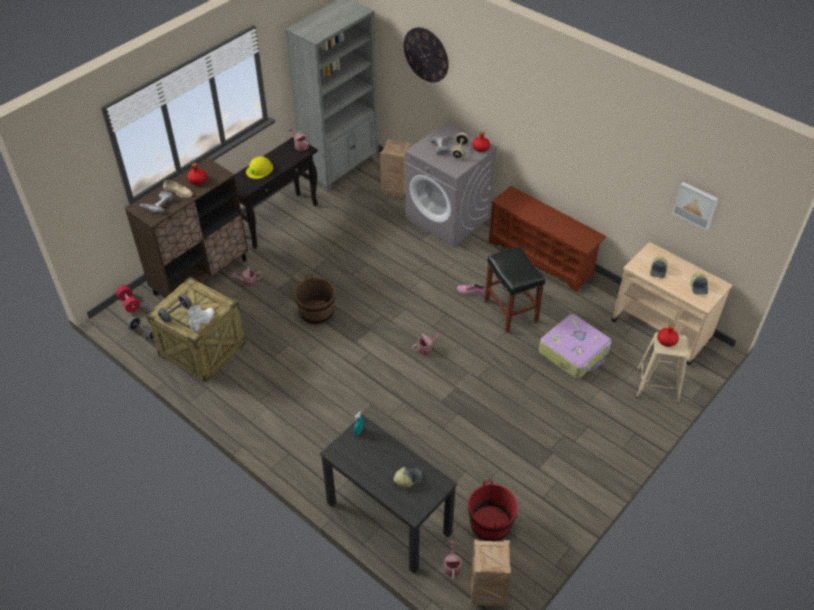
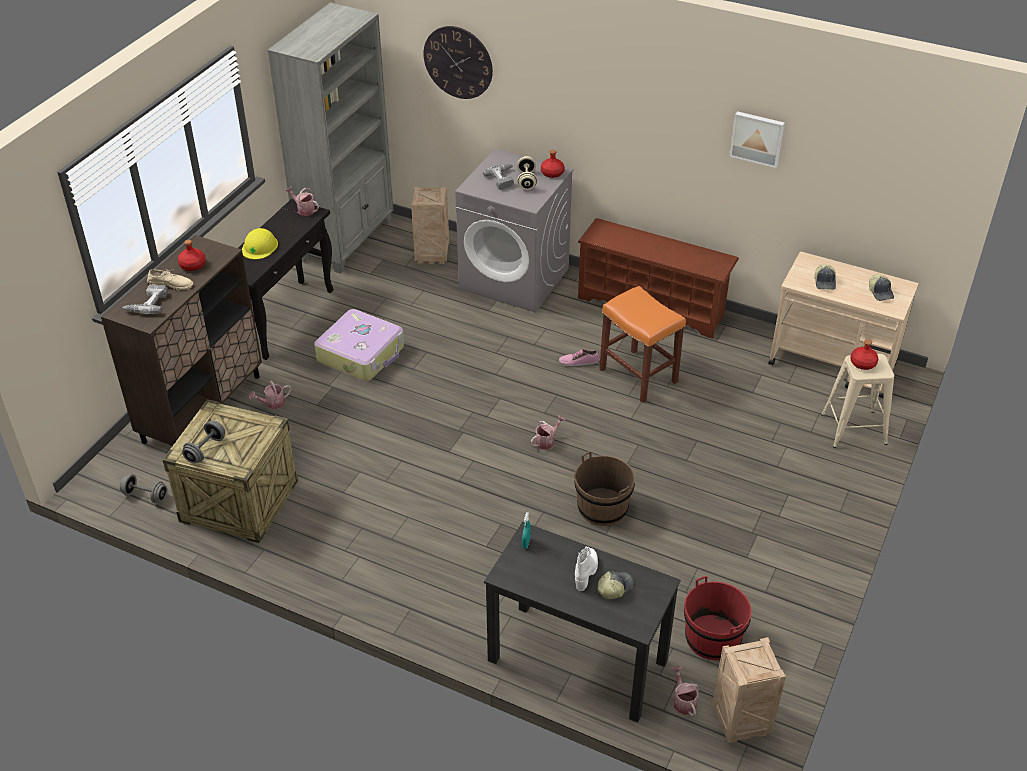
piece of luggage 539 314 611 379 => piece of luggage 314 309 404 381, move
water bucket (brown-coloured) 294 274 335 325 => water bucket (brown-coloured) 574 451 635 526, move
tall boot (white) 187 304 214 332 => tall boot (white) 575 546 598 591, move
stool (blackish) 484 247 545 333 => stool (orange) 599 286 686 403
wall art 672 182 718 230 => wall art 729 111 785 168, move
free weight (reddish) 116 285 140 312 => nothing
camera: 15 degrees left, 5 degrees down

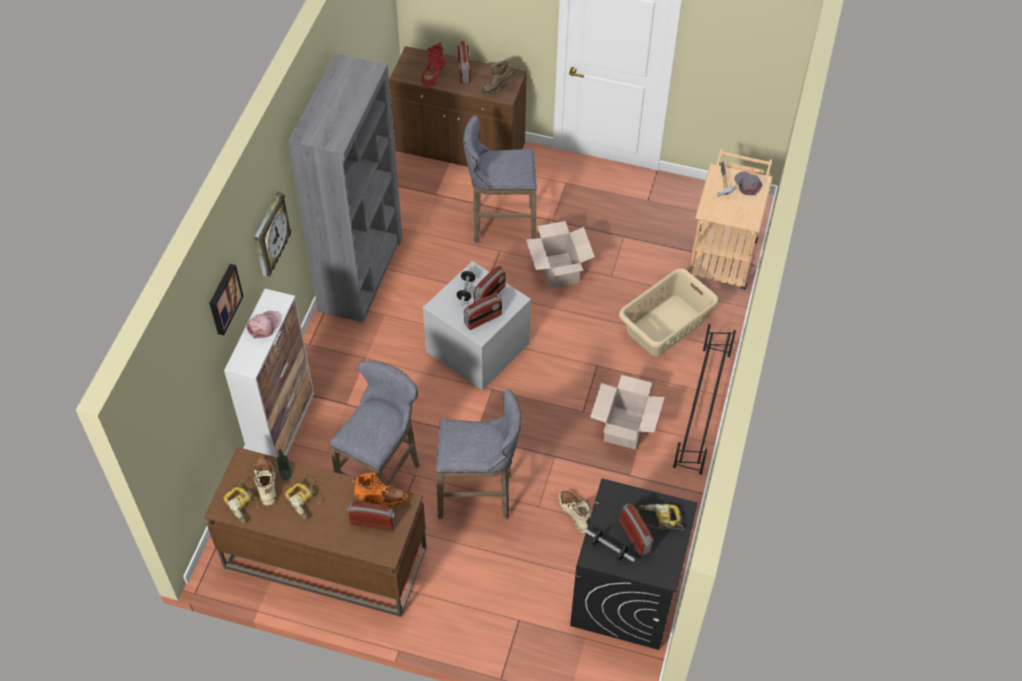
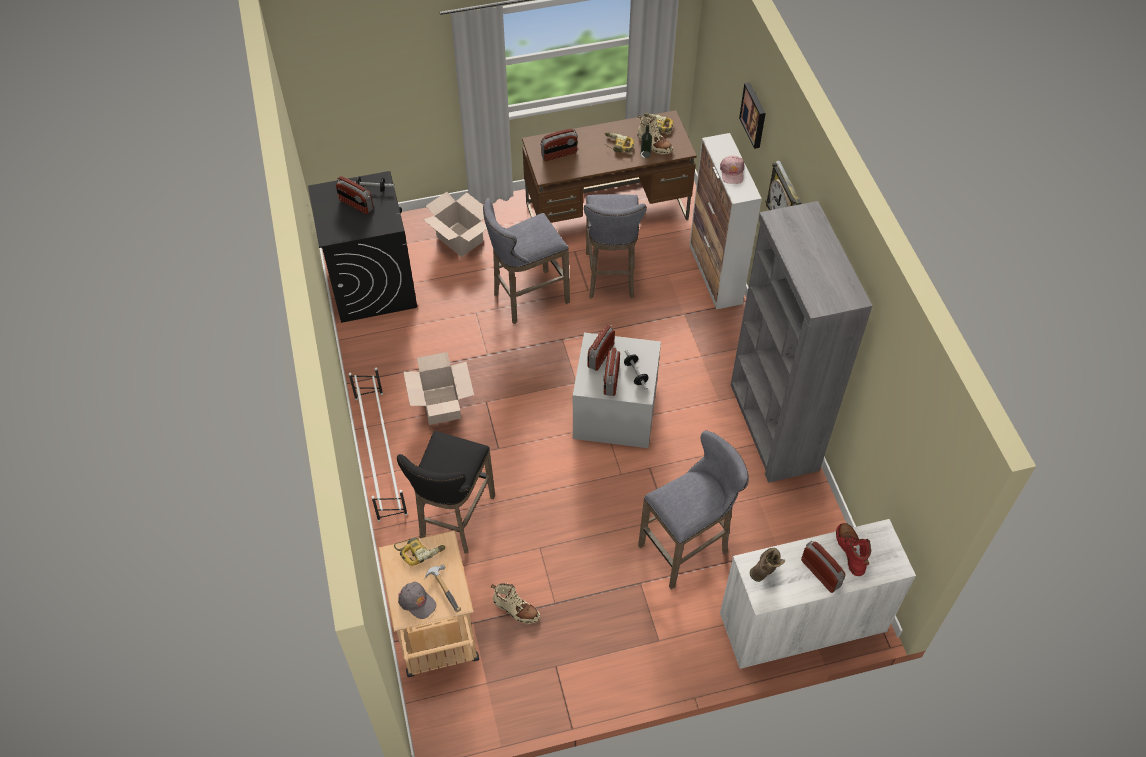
shoe stand (blackish) 673 324 736 474 => shoe stand (white) 349 368 408 522
drill 638 504 684 530 => drill 394 534 445 566, move
laundry basket (beige) 619 269 718 357 => stool (blackish) 397 431 495 554
packing box 526 221 595 288 => packing box 423 192 487 257, move
tall boot (beige) 559 491 591 533 => tall boot (beige) 490 583 540 624, move
cabinet (brown-coloured) 389 46 527 167 => cabinet (white) 720 519 916 669
tall boot (orange) 351 471 408 507 => nothing
camera: 150 degrees right, 0 degrees up

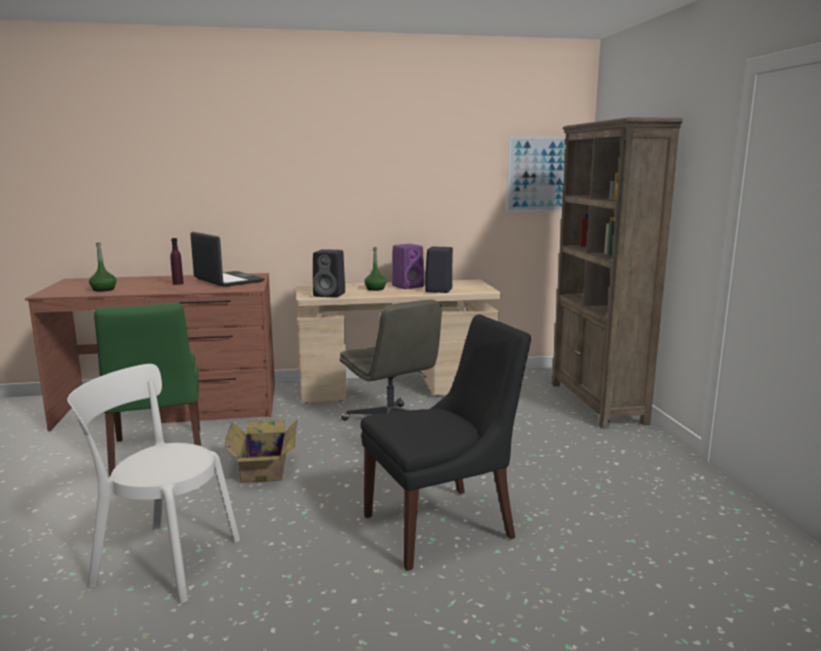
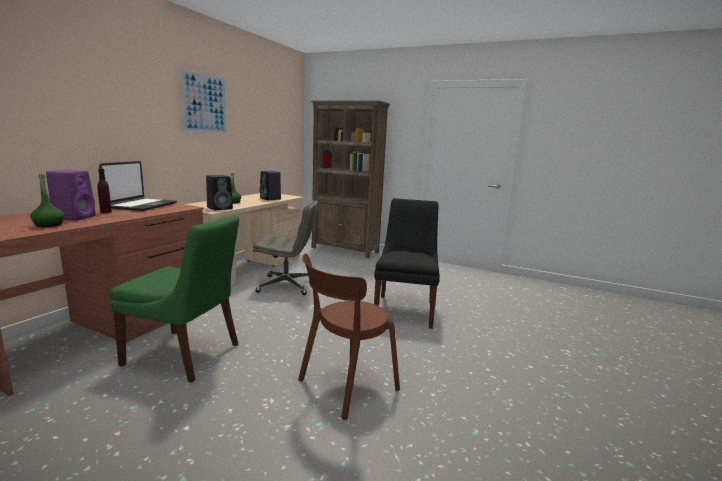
speaker (purple) 392 244 424 289 => speaker (purple) 46 170 96 221, move
portable computer 190 232 265 287 => portable computer 99 161 177 211, 105 degrees clockwise
wall art 506 136 566 212 => wall art 179 68 228 134, move
plain chair (white) 67 364 240 603 => plain chair (brown-coloured) 298 253 400 420
packing box 225 419 298 483 => nothing
camera: 55 degrees left, 0 degrees up

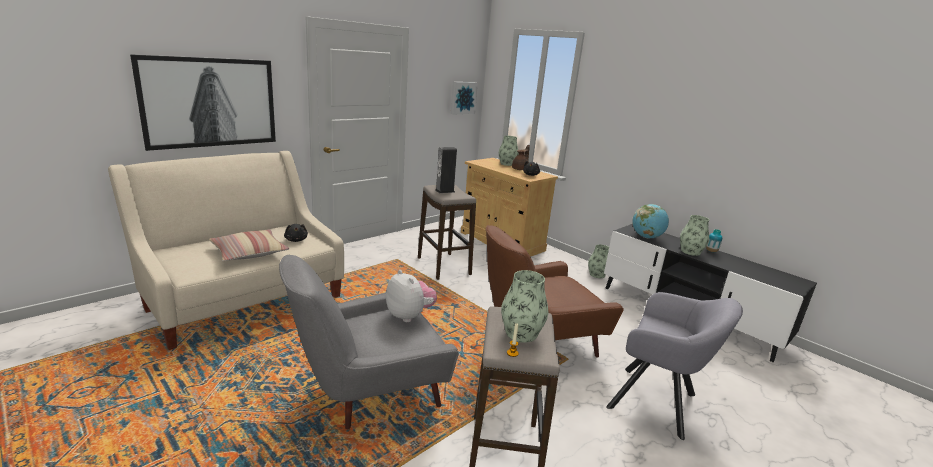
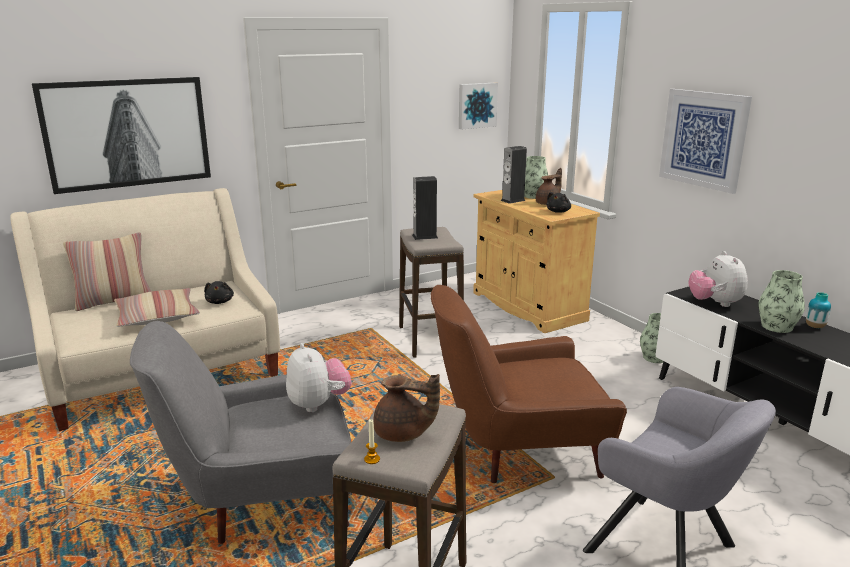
nothing => cushion 63 233 151 311
decorative vase 501 270 548 343 => tea pot (brown-coloured) 373 374 440 442
nothing => speaker 501 146 527 204
nothing => wall art 659 89 752 194
globe 632 204 669 238 => plush toy 688 251 748 307
camera: 15 degrees right, 0 degrees up

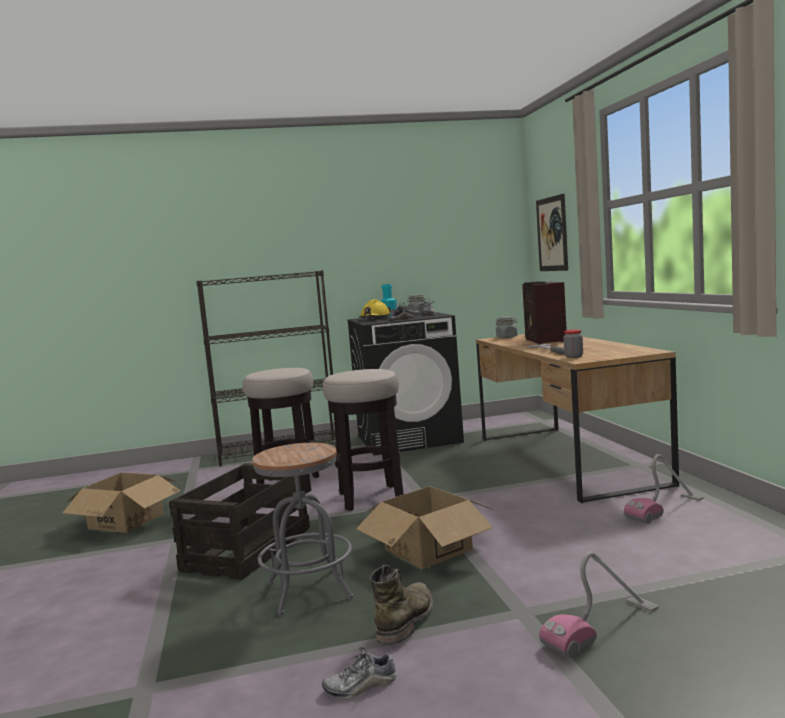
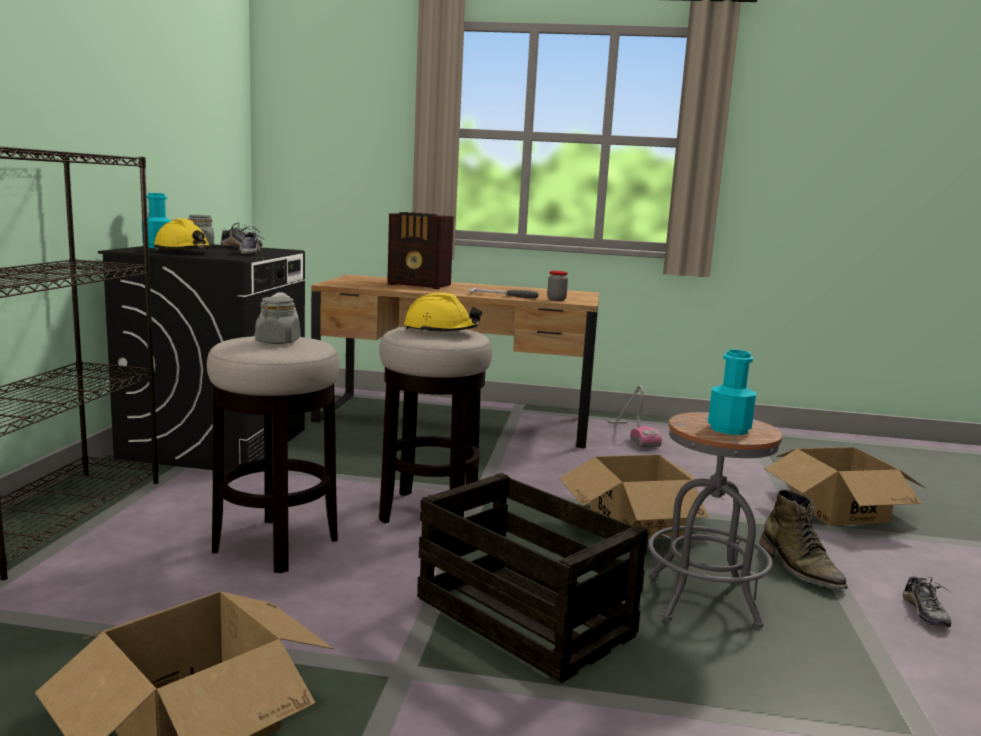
preserve jar (greyish) 496 316 517 338 => preserve jar (greyish) 255 297 300 344, move
nothing => hard hat (yellow-coloured) 404 293 482 333
nothing => drink bottle (turquoise) 708 350 756 435
tall boot (greenish) 370 565 433 645 => tall boot (greenish) 760 489 847 589, 150 degrees counterclockwise
vacuum 539 551 659 658 => packing box 765 447 925 526
wall art 536 194 568 271 => nothing
camera: 70 degrees left, 5 degrees up

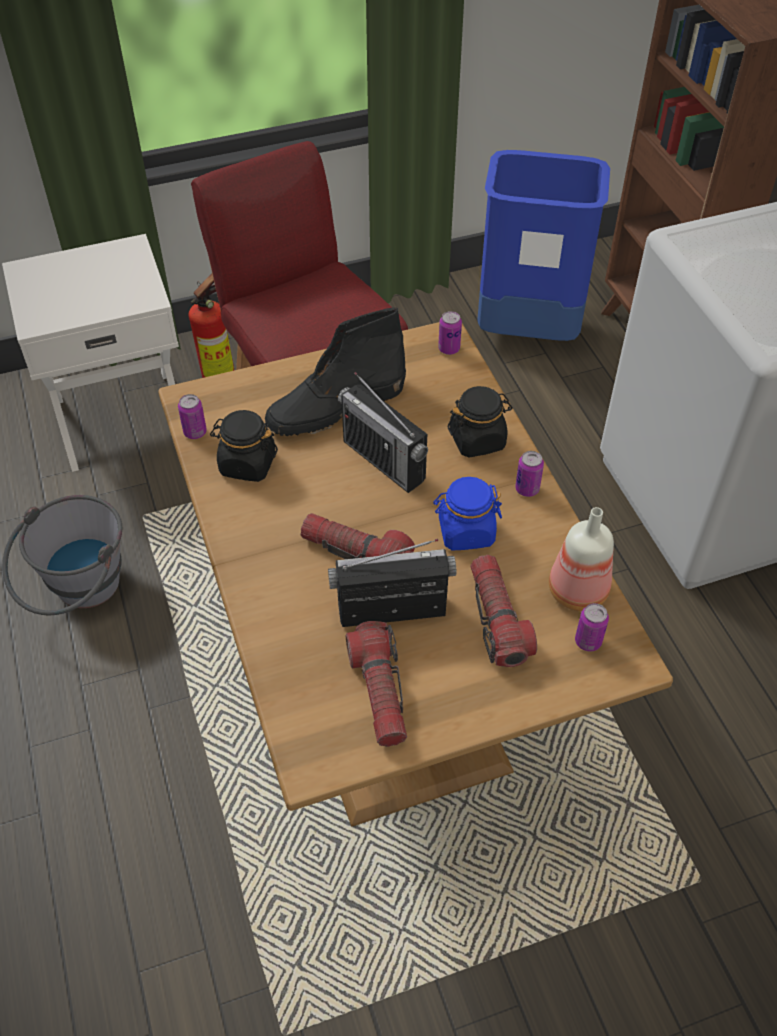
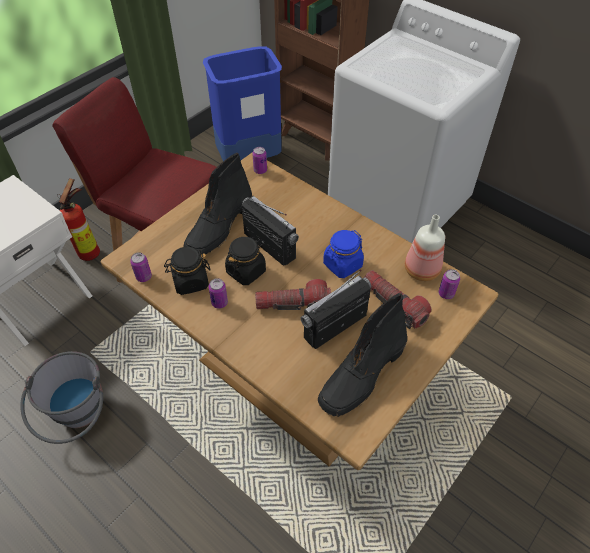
can 515 451 544 497 => can 209 278 228 309, move
preserve jar (blackish) 448 386 513 458 => preserve jar (blackish) 225 237 266 285, move
radio set 338 372 428 493 => radio set 242 196 299 266, 150 degrees counterclockwise
hand torch 346 621 407 747 => tall boot (blackish) 318 293 407 417
camera: 30 degrees left, 0 degrees up

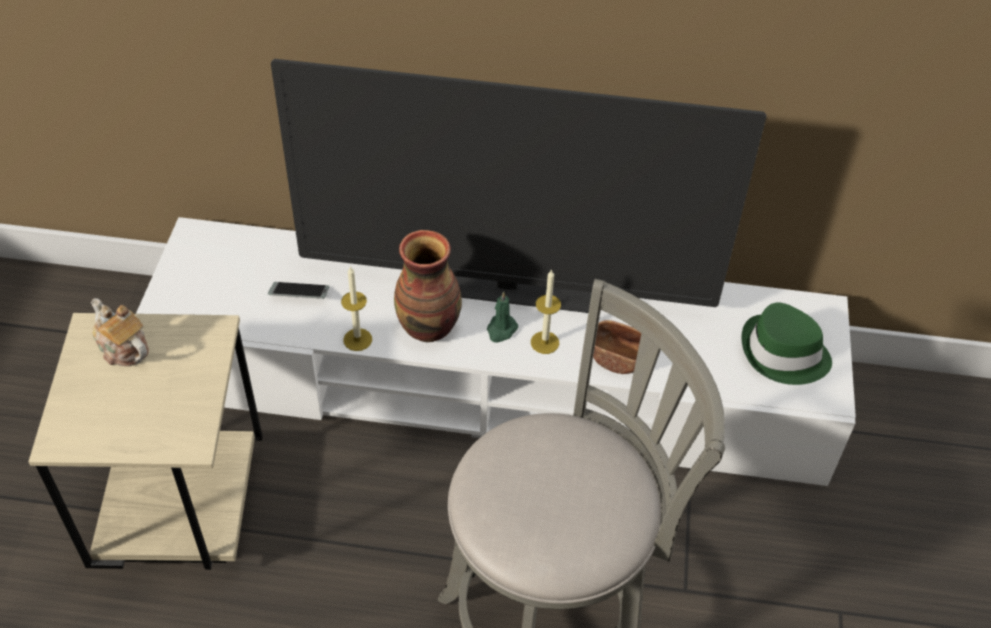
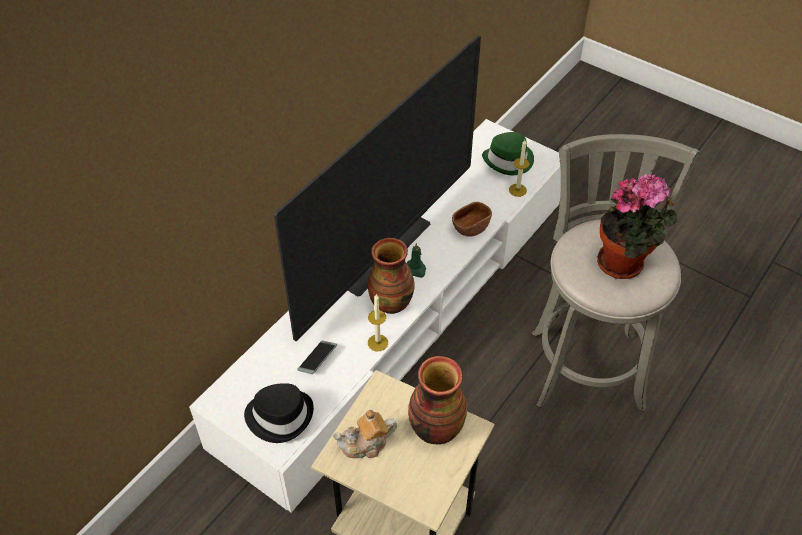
nothing => wearable hat (blackish) 244 383 314 443
nothing => decorative vase 408 356 467 444
wax light 531 269 561 354 => wax light 509 140 529 197, move
nothing => plant in a pot 597 173 677 279
camera: 60 degrees left, 0 degrees up

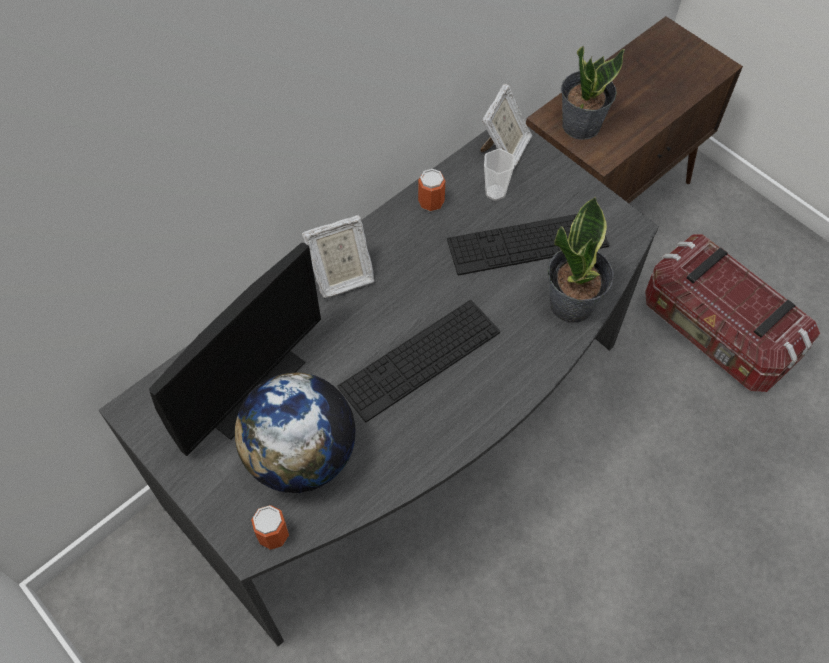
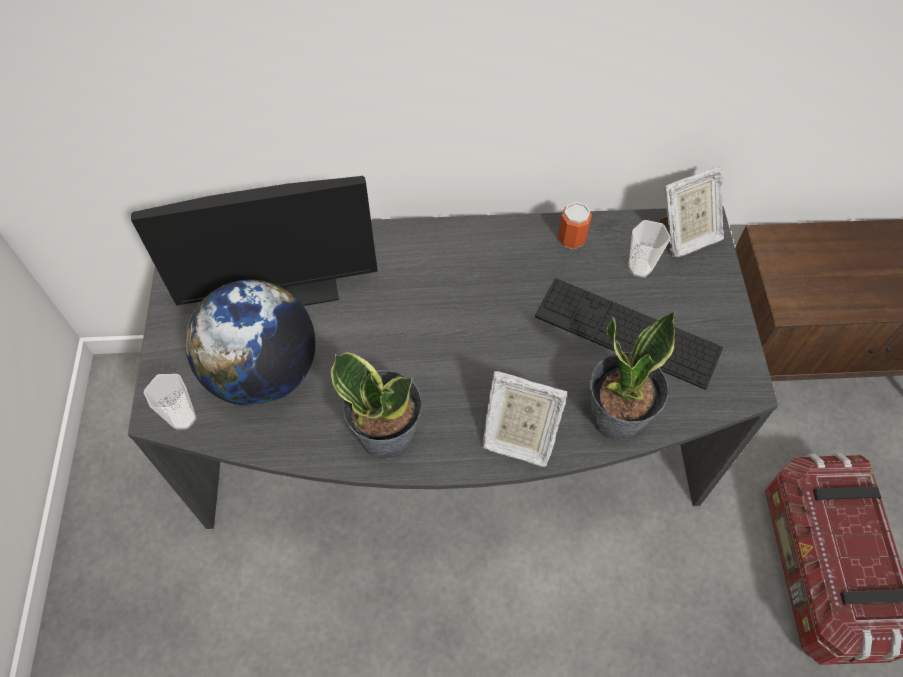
can 251 505 289 550 => cup 144 374 196 430
plant in a pot 561 45 625 140 => plant in a pot 330 352 422 460, move
picture frame 302 215 375 298 => picture frame 483 371 567 467, move
computer keyboard 338 300 500 422 => nothing
camera: 40 degrees right, 0 degrees up

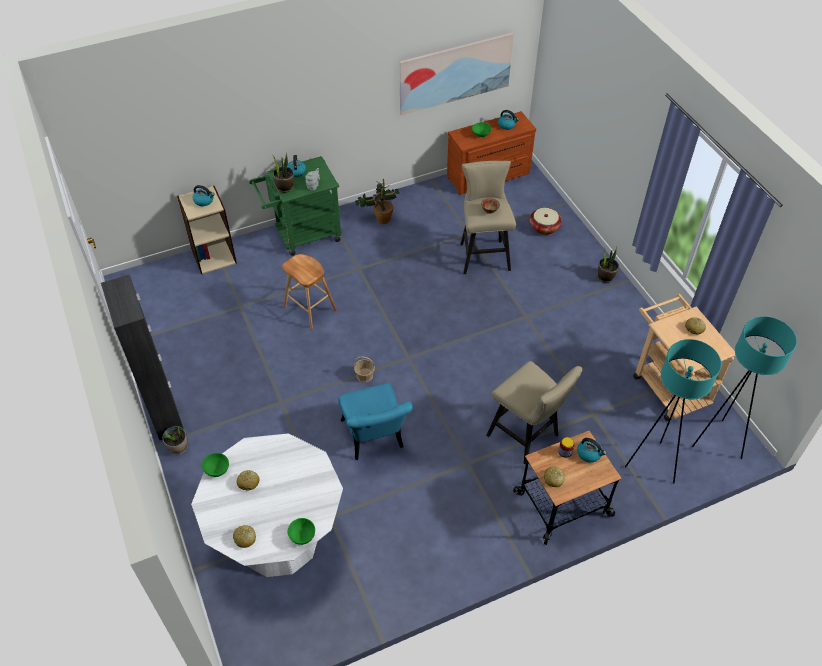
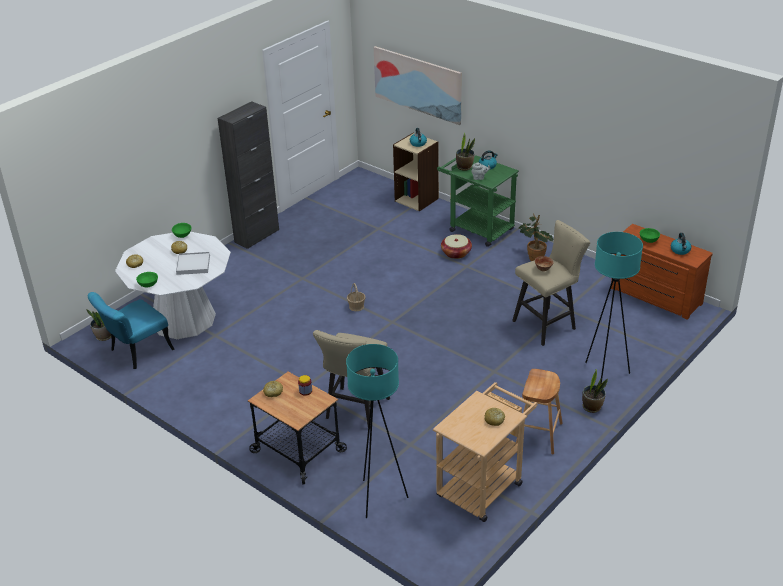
plant in a pot 162 426 188 454 => plant in a pot 87 309 111 341, move
plain chair (turquoise) 338 383 413 460 => plain chair (turquoise) 88 292 174 369, move
nothing => carrying tray (white) 176 252 210 275
wall art 399 33 514 116 => wall art 374 46 462 125, move
basket 529 208 562 235 => basket 441 234 472 259, move
stool (brown-coloured) 282 254 337 329 => stool (brown-coloured) 515 369 563 455, move
standard lamp (turquoise) 692 316 797 459 => standard lamp (turquoise) 585 232 643 385, move
kettle 577 438 607 463 => nothing
camera: 65 degrees right, 15 degrees down

